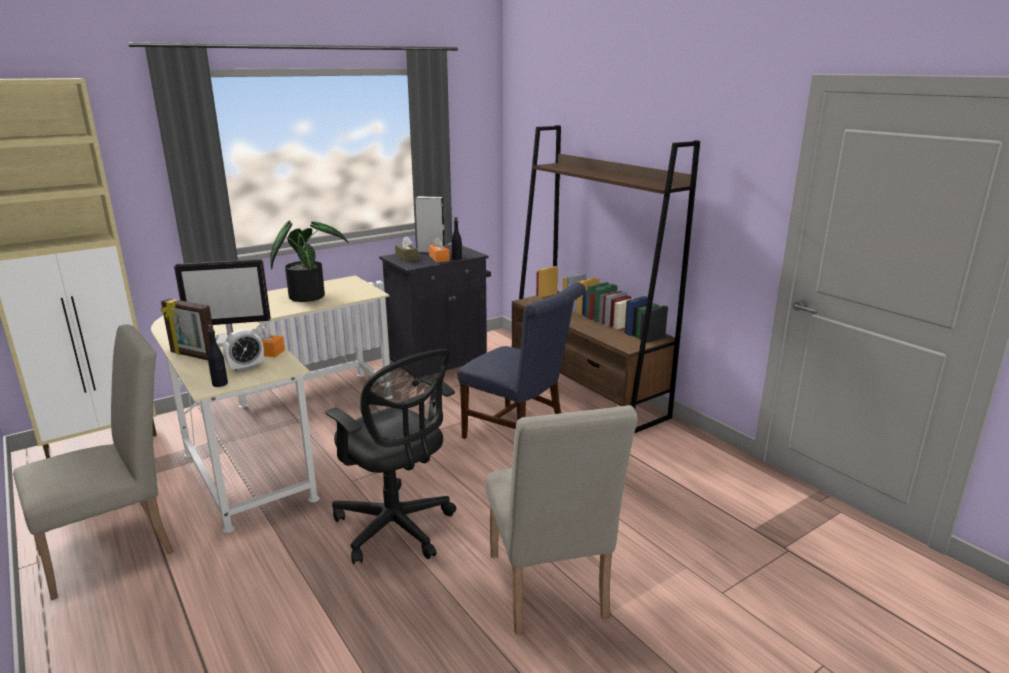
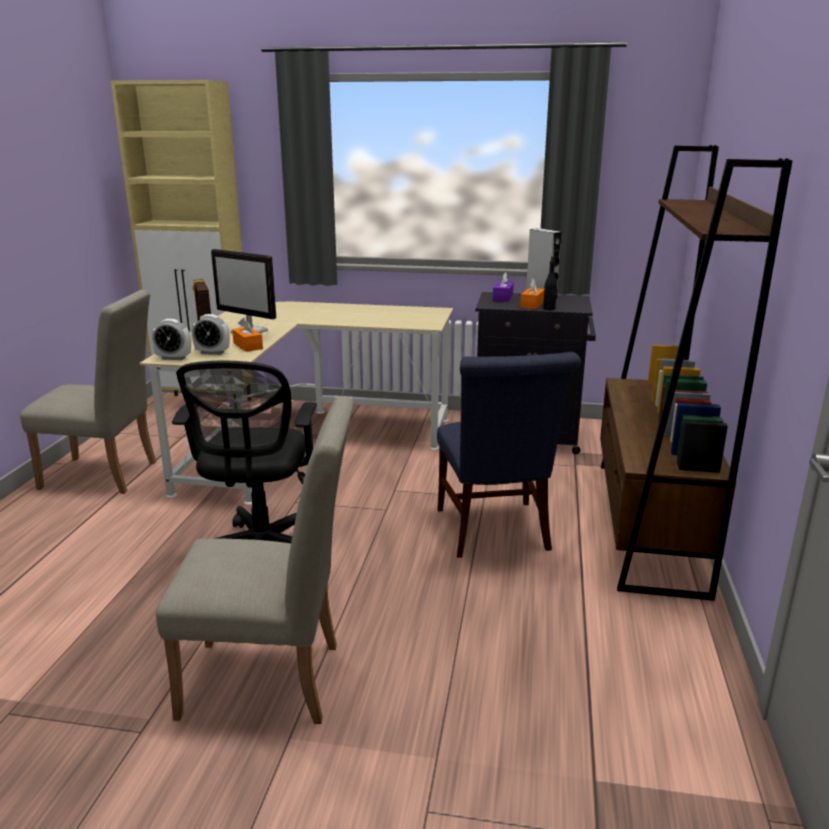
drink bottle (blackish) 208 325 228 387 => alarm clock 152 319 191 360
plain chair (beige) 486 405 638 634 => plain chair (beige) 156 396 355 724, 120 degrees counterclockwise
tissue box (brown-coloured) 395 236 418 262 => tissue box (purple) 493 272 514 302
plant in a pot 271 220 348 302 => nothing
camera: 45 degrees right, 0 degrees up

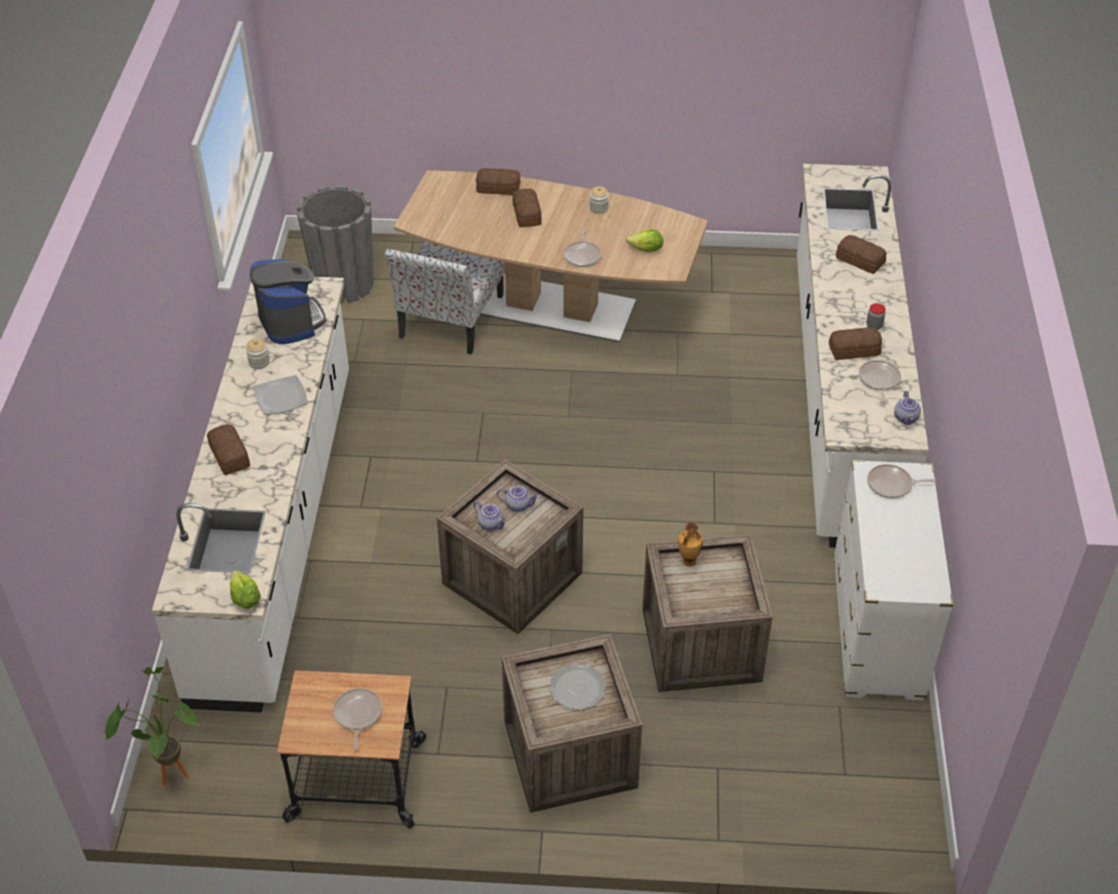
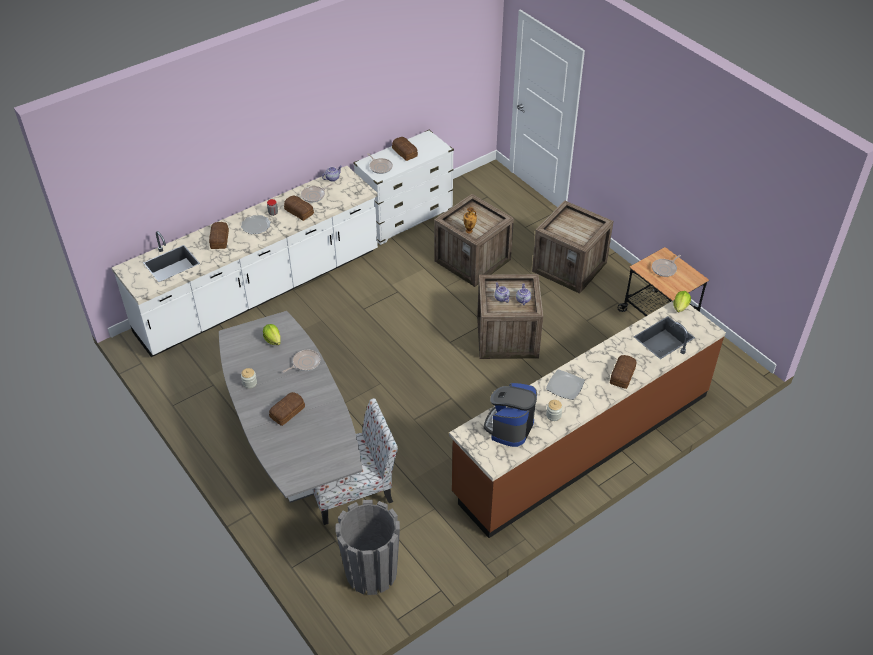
dinner table (brown-coloured) 394 170 708 343 => dinner table (greyish) 219 311 363 503
dinner plate 549 663 606 710 => dinner plate 241 215 271 234, move
bakery bread 476 168 520 195 => bakery bread 392 137 418 161, move
counter (white) 152 277 349 713 => counter (brown-coloured) 449 300 726 538
plant in a pot 105 667 200 786 => nothing
camera: 130 degrees left, 0 degrees up

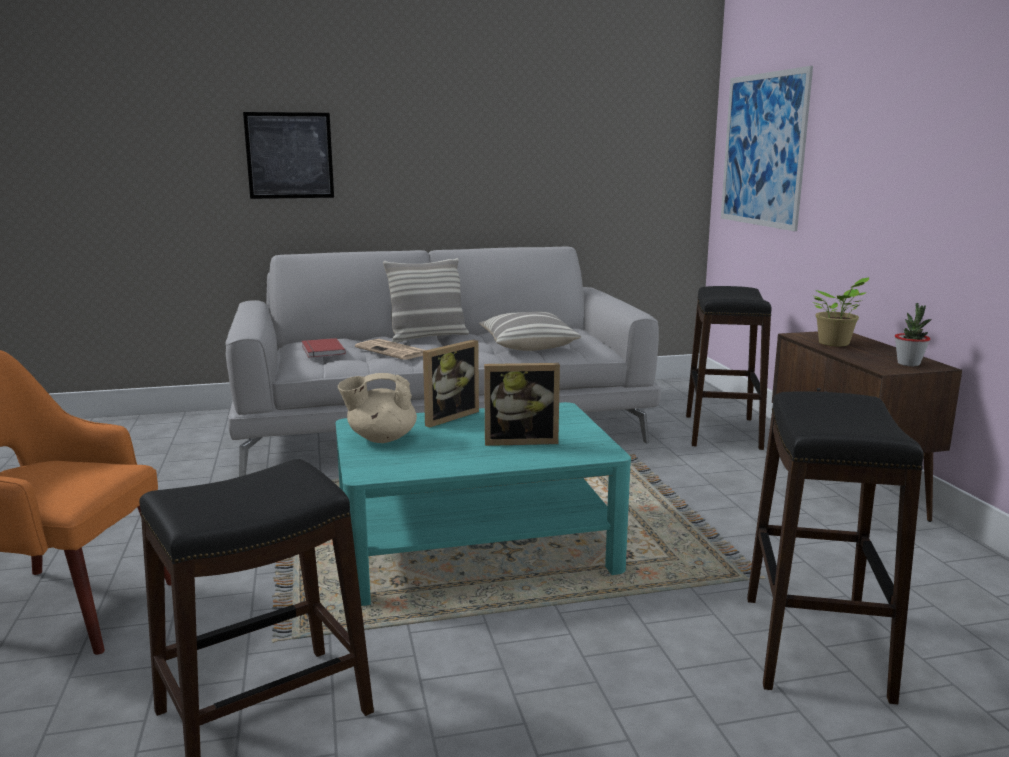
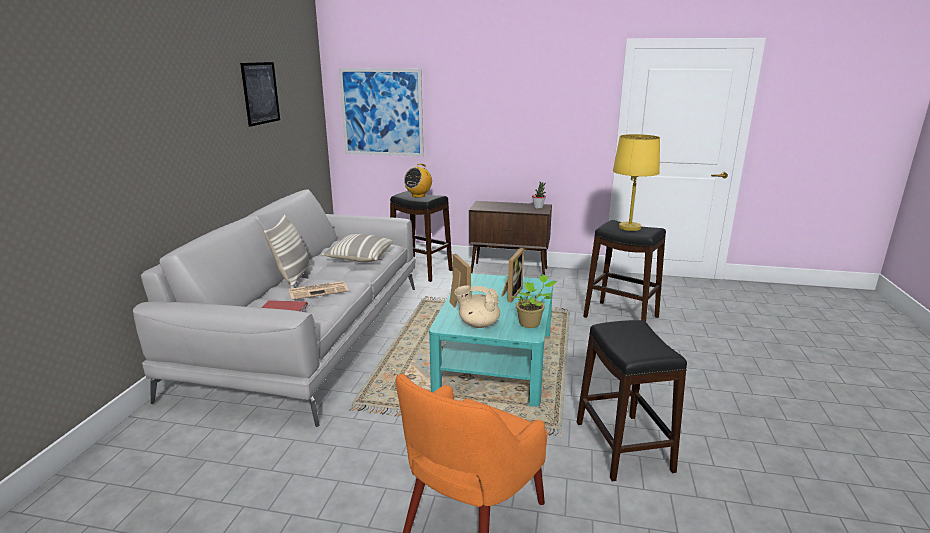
wall art 243 112 334 199 => wall art 240 62 280 127, move
nothing => radio set 404 163 432 198
tea pot (beige) 338 373 417 443 => tea pot (beige) 454 285 500 328, 90 degrees clockwise
plant in a pot 812 277 869 346 => plant in a pot 511 274 557 328, move
nothing => tabletop lamp (yellow-coloured) 613 134 660 231
camera: 65 degrees left, 5 degrees up

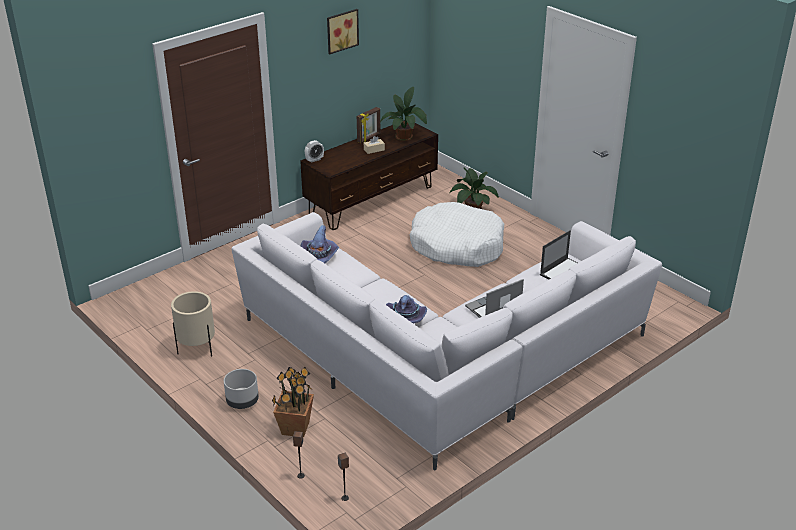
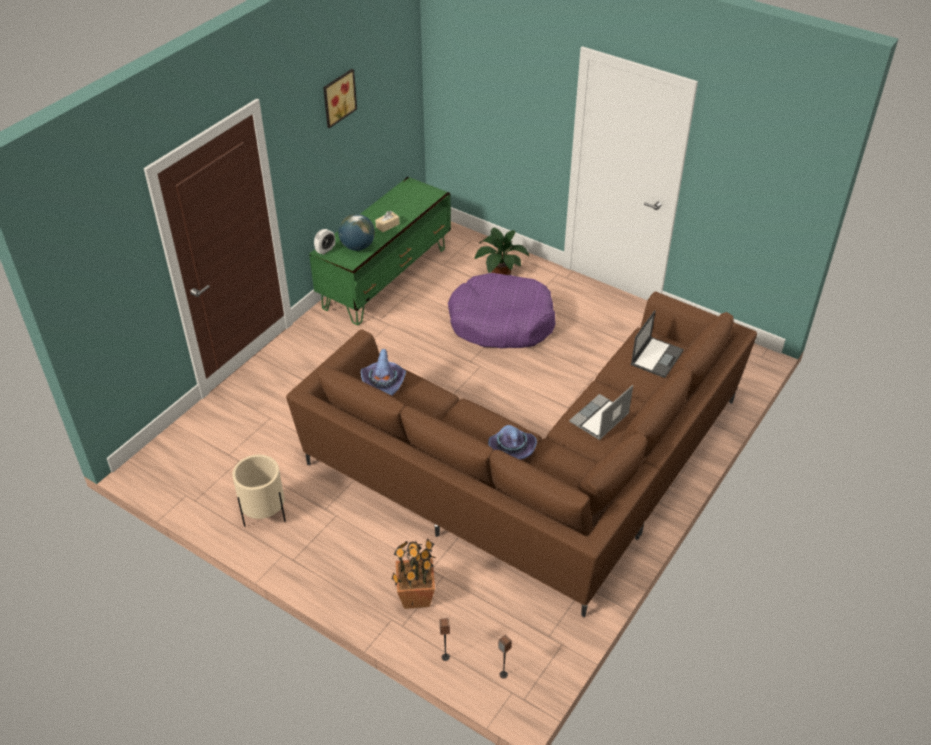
couch (white) 232 212 662 470 => couch (brown-coloured) 286 292 757 617
tv stand (brown-coloured) 300 120 438 230 => tv stand (greenish) 309 177 451 325
nothing => globe 338 214 375 251
pet bed (white) 410 202 504 267 => pet bed (purple) 448 273 555 348
plant pot (greyish) 224 369 259 409 => nothing
picture frame 357 107 380 143 => nothing
plant in a pot 380 87 427 141 => nothing
camera: 15 degrees left, 10 degrees up

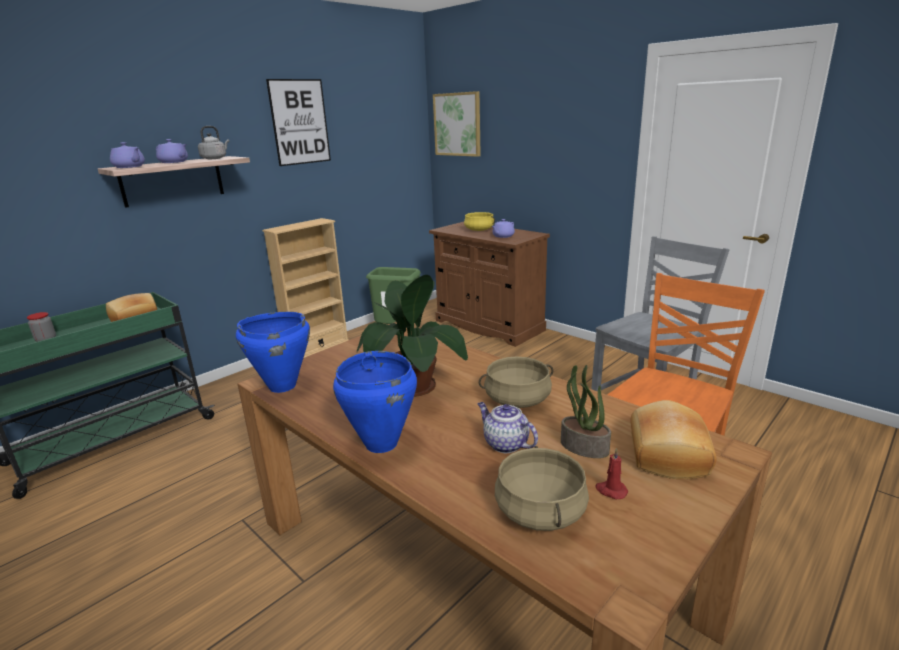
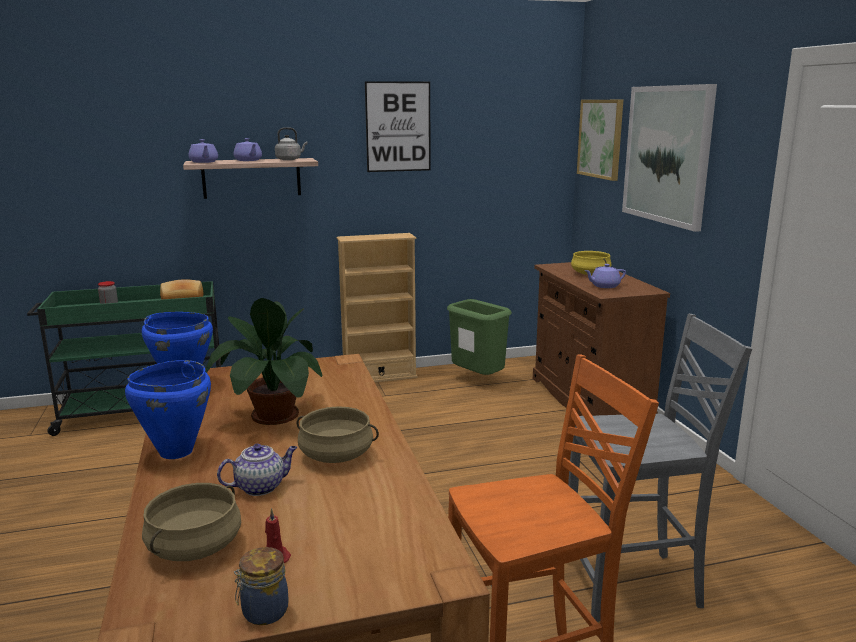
tea pot 477 402 538 453 => tea pot 217 444 297 496, 75 degrees clockwise
nothing => preserve jar 234 547 289 625
nothing => wall art 622 84 717 232
plant in a pot 561 365 611 458 => nothing
bakery bread 630 400 717 479 => nothing
camera: 30 degrees right, 5 degrees down

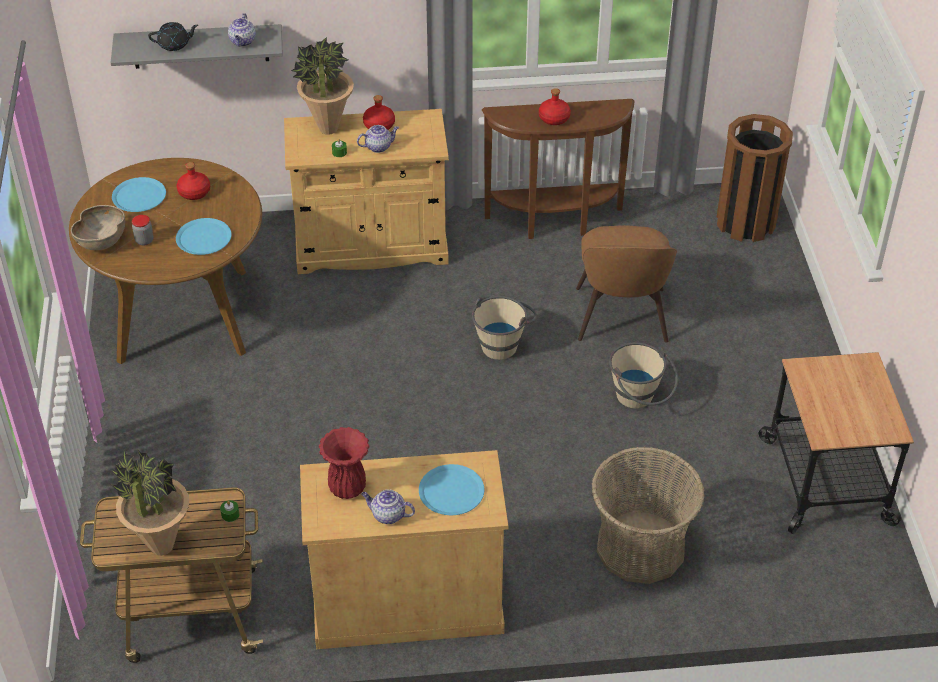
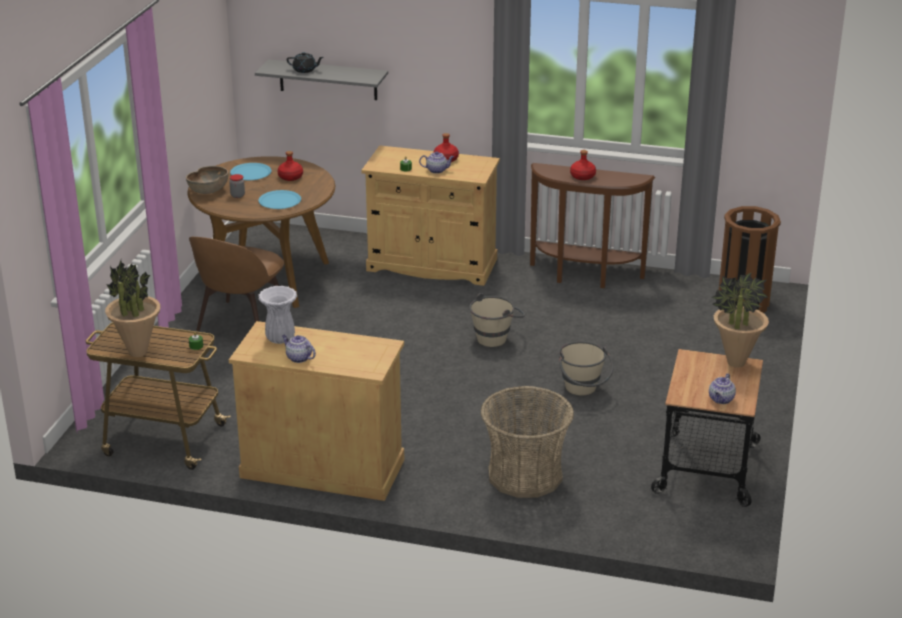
plain chair (brown-coloured) 576 225 677 343 => plain chair (brown-coloured) 189 237 284 331, move
decorative vase (reddish) 319 427 370 499 => decorative vase (white) 258 286 297 344
tea pot 228 13 256 47 => tea pot 709 373 736 404, move
plant in a pot 291 37 354 135 => plant in a pot 712 272 769 368, move
dinner plate (bluish) 419 464 484 515 => nothing
camera: 20 degrees right, 15 degrees down

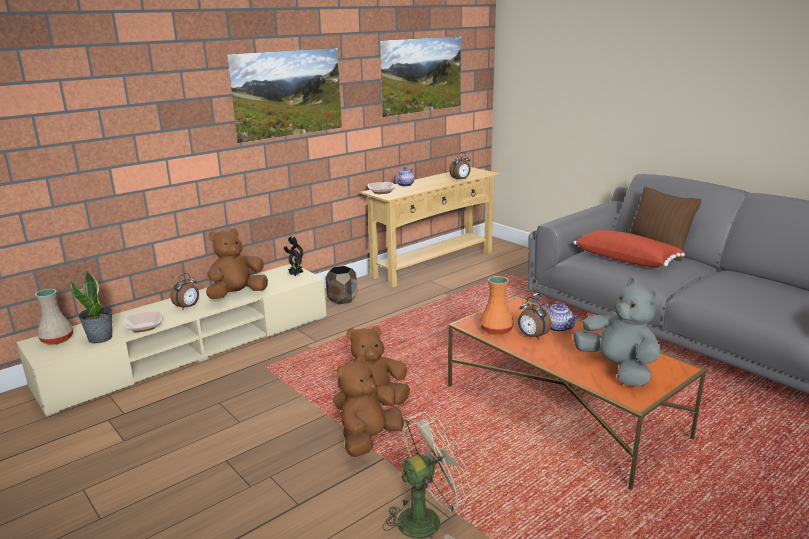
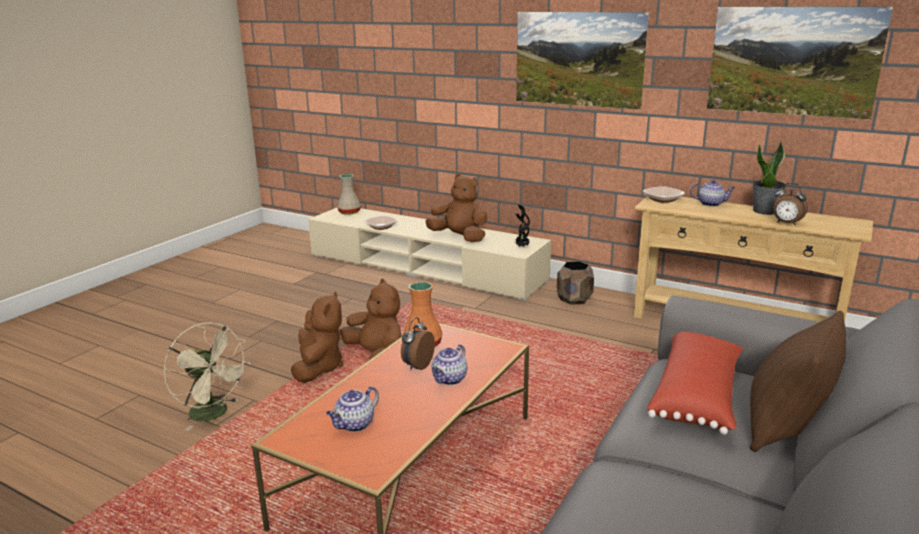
plush toy (brown-coloured) 337 356 404 457 => plush toy (brown-coloured) 291 292 343 383, 75 degrees clockwise
plush toy (greyish) 574 278 661 387 => tea pot 326 387 379 432
plant in a pot 71 271 112 343 => plant in a pot 753 141 787 215, move
alarm clock 170 273 199 309 => nothing
camera: 70 degrees right, 0 degrees up

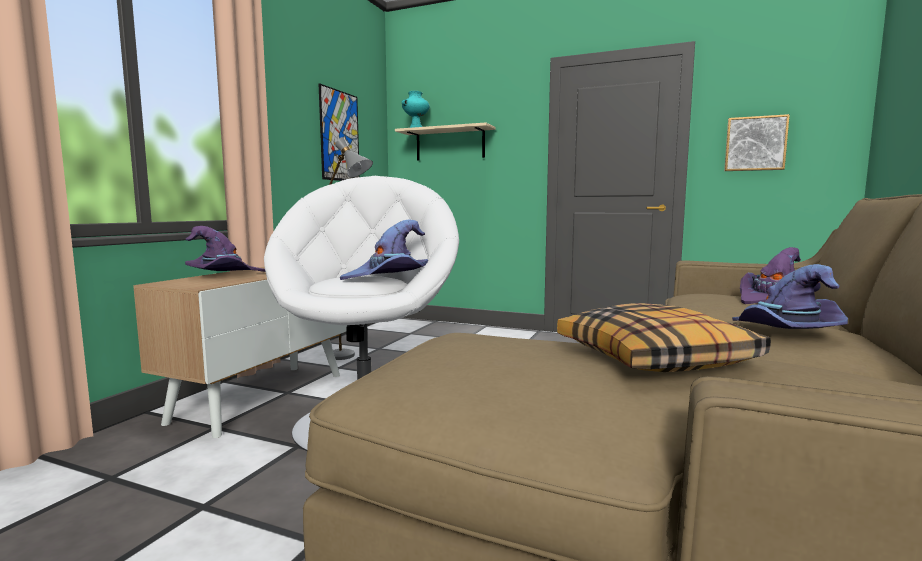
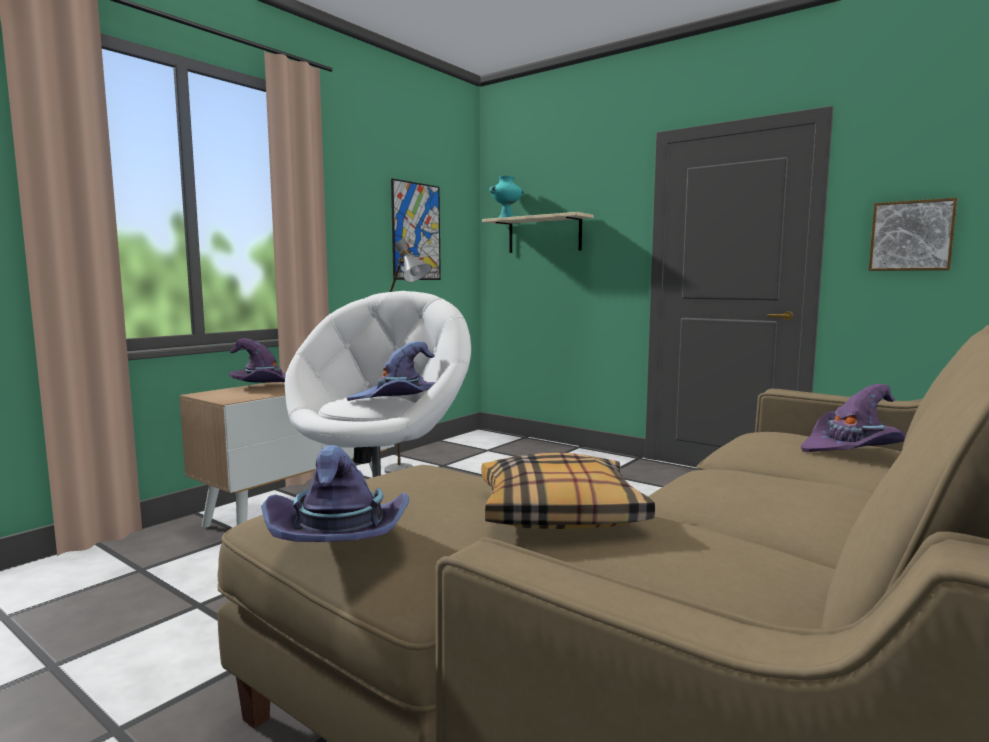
wearable hat (purple) 732 264 848 329 => wearable hat (purple) 261 445 409 542, move
camera: 15 degrees right, 0 degrees up

